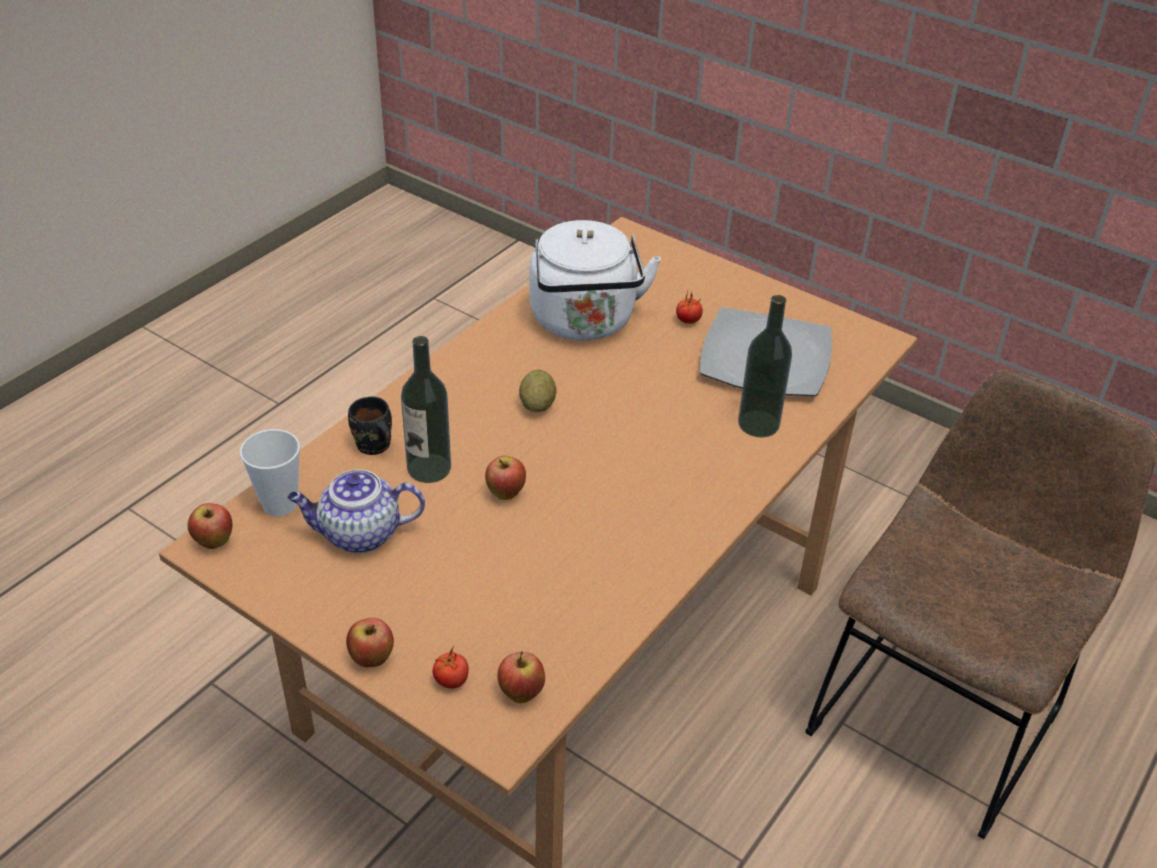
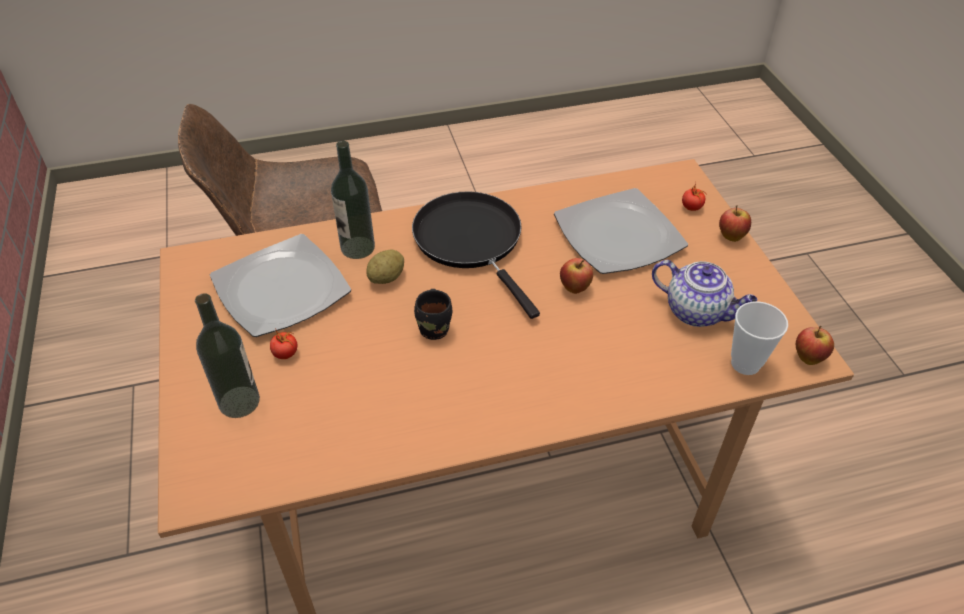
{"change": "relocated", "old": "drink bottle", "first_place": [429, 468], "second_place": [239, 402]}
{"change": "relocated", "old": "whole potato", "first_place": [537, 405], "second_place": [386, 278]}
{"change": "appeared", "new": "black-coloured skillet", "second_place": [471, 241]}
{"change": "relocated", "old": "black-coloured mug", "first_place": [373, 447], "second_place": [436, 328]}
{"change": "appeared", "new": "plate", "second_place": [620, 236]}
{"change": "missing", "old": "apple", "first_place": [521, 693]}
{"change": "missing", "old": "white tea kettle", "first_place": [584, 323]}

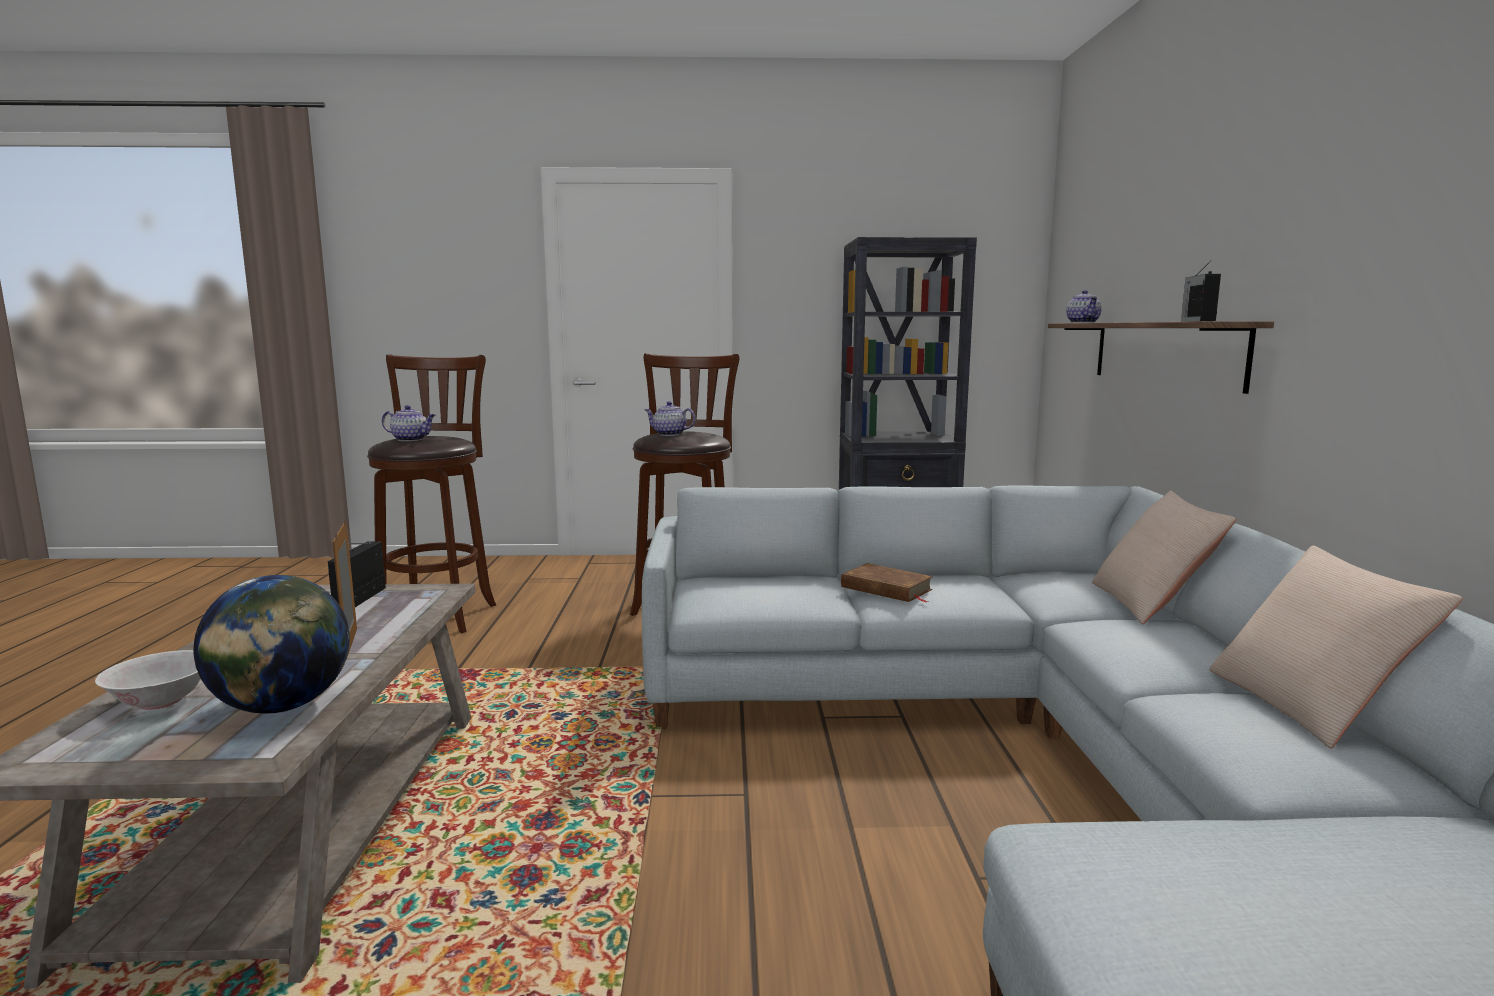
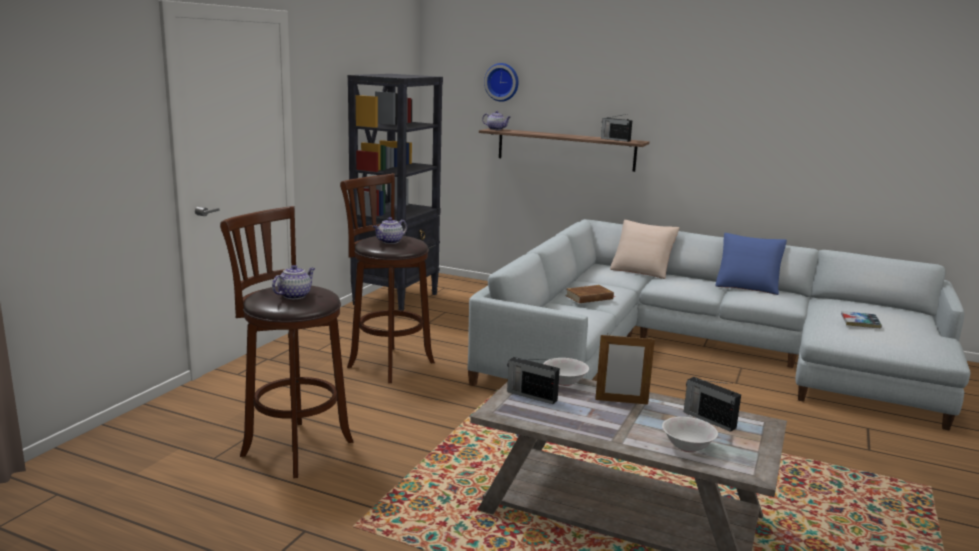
{"change": "appeared", "new": "hanging clock", "second_place": [502, 82]}
{"change": "appeared", "new": "white deep dish", "second_place": [564, 382]}
{"change": "exchanged", "old": "globe", "new": "radio receiver", "first_place": [282, 707], "second_place": [708, 419]}
{"change": "colour", "old": "beige pillow", "new": "blue pillow", "first_place": [1311, 704], "second_place": [747, 286]}
{"change": "appeared", "new": "book", "second_place": [860, 323]}

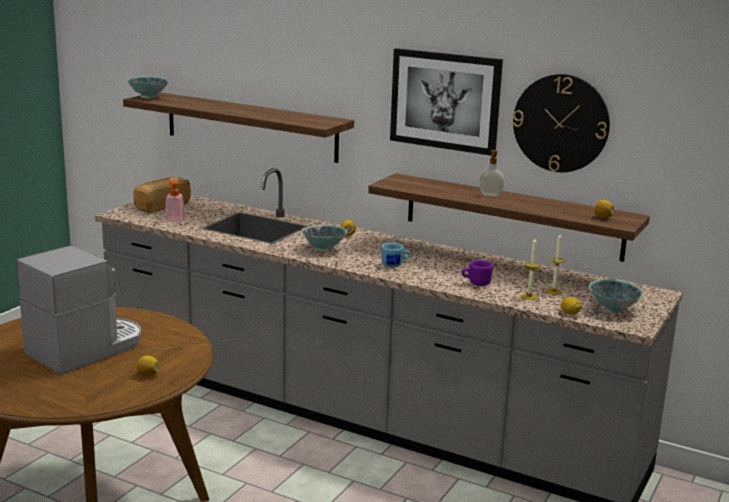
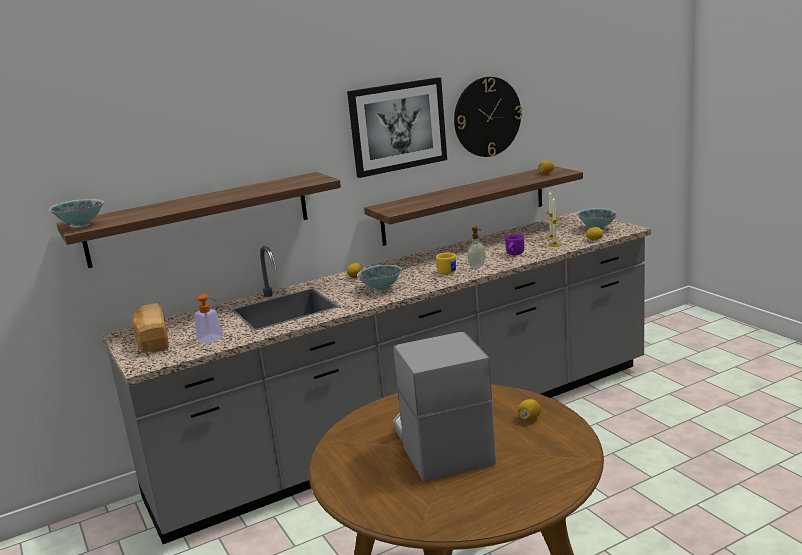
{"change": "colour", "old": "blue mug", "new": "yellow mug", "first_place": [395, 265], "second_place": [448, 271]}
{"change": "relocated", "old": "soap bottle", "first_place": [490, 195], "second_place": [477, 266]}

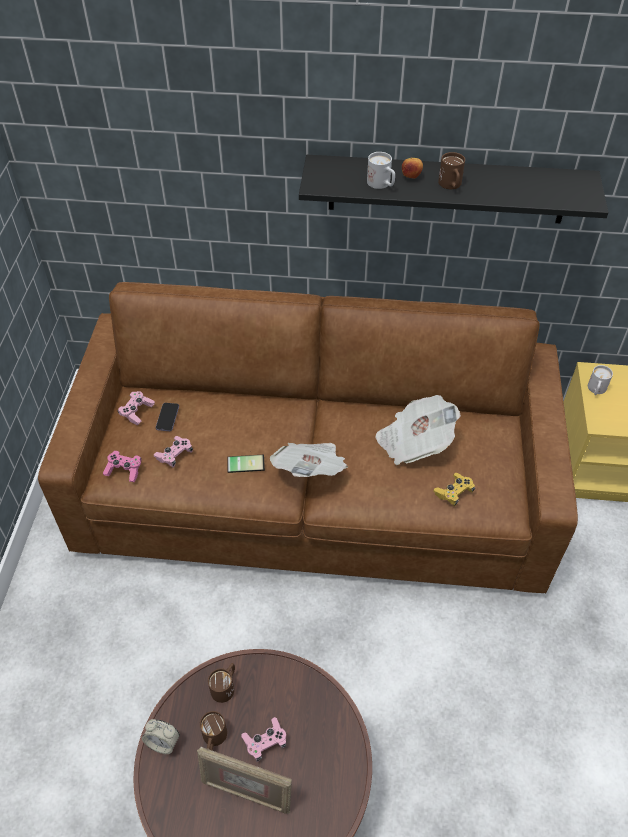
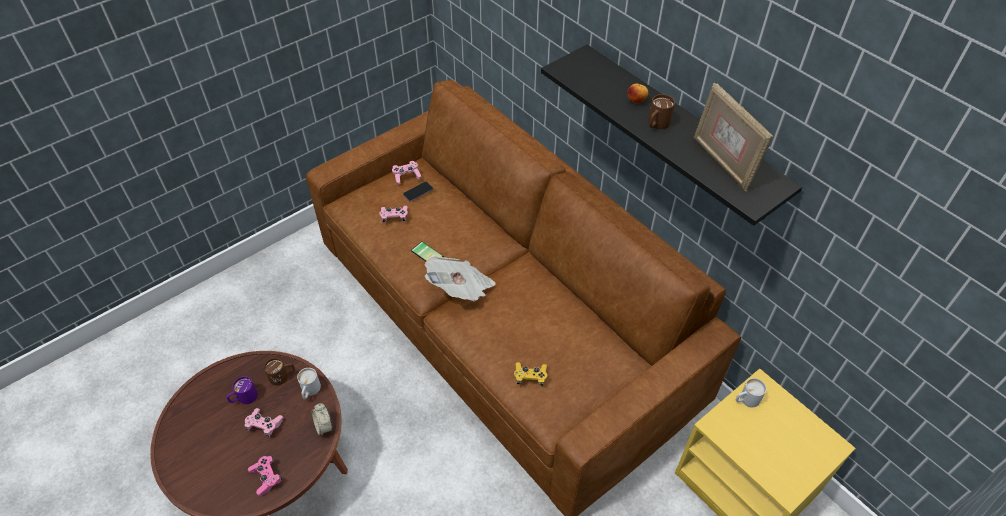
{"change": "colour", "old": "brown mug", "new": "purple-coloured mug", "first_place": [213, 739], "second_place": [244, 398]}
{"change": "relocated", "old": "pink gamepad", "first_place": [124, 470], "second_place": [266, 478]}
{"change": "relocated", "old": "white mug", "first_place": [382, 184], "second_place": [310, 391]}
{"change": "relocated", "old": "table clock", "first_place": [163, 742], "second_place": [324, 426]}
{"change": "relocated", "old": "picture frame", "first_place": [246, 792], "second_place": [722, 163]}
{"change": "missing", "old": "newspaper", "first_place": [414, 442]}

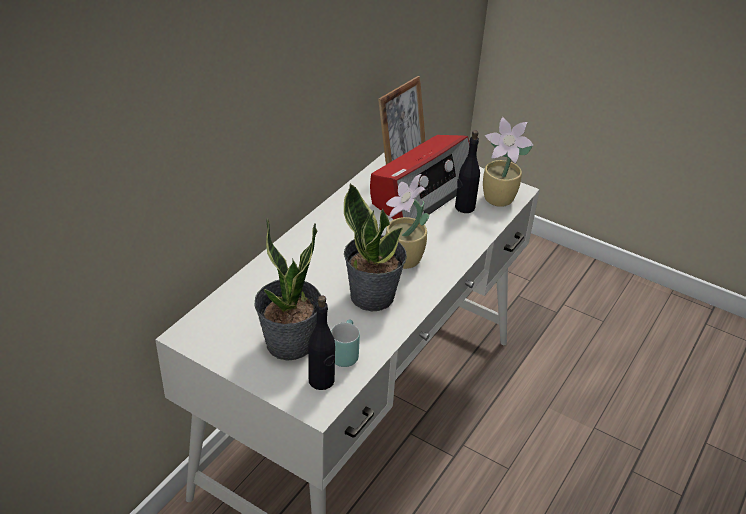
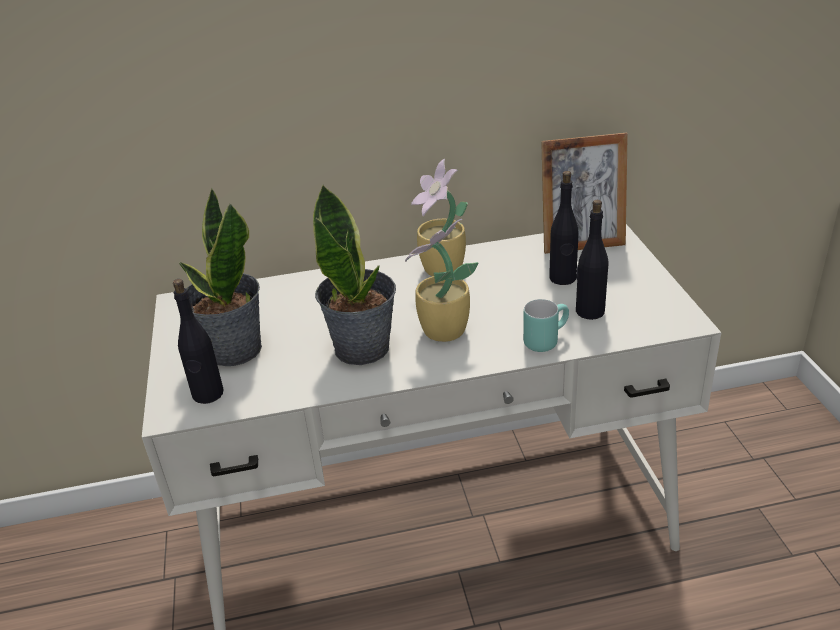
{"change": "relocated", "old": "potted plant", "first_place": [499, 200], "second_place": [442, 270]}
{"change": "relocated", "old": "turquoise mug", "first_place": [343, 353], "second_place": [544, 339]}
{"change": "exchanged", "old": "radio receiver", "new": "black-coloured drink bottle", "first_place": [422, 192], "second_place": [562, 278]}

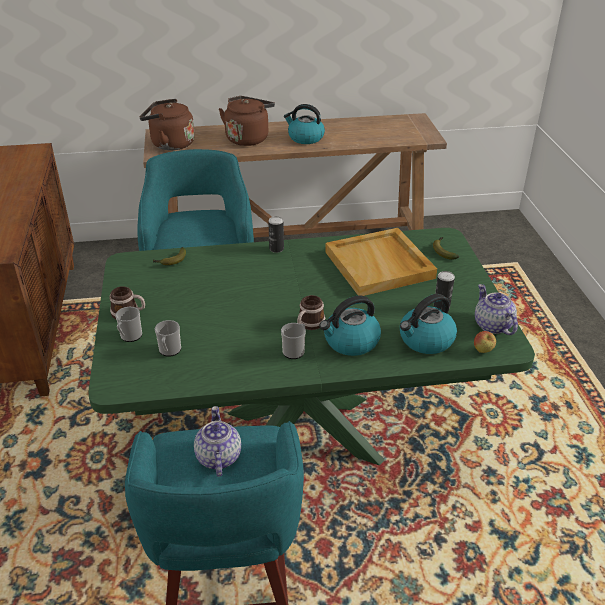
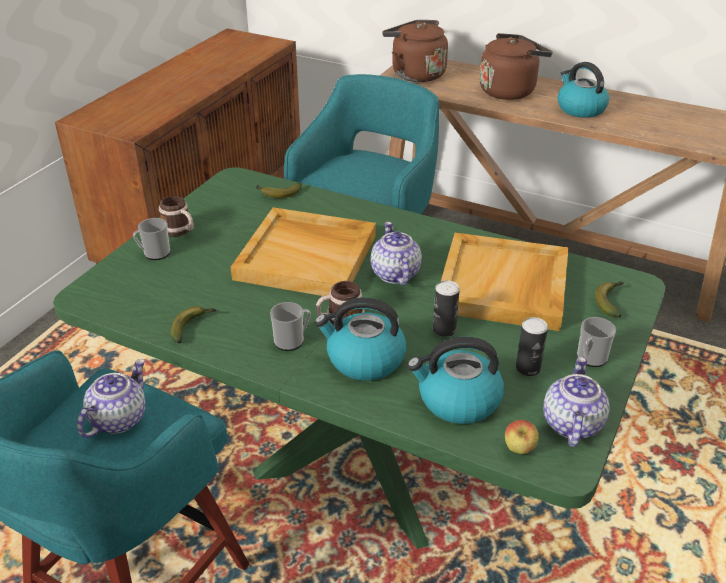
{"change": "appeared", "new": "banana fruit", "second_place": [192, 327]}
{"change": "appeared", "new": "beige serving tray", "second_place": [308, 256]}
{"change": "appeared", "new": "pot for tea", "second_place": [394, 274]}
{"change": "relocated", "old": "metal can", "first_place": [276, 249], "second_place": [444, 330]}
{"change": "relocated", "old": "mug", "first_place": [169, 351], "second_place": [590, 359]}

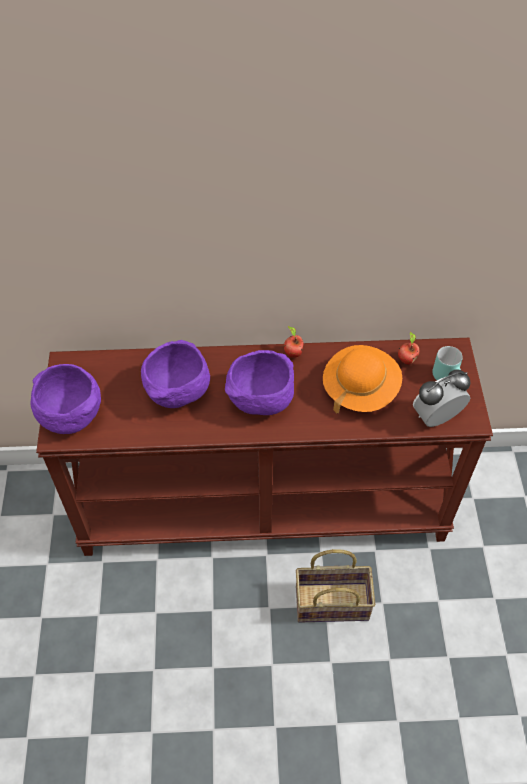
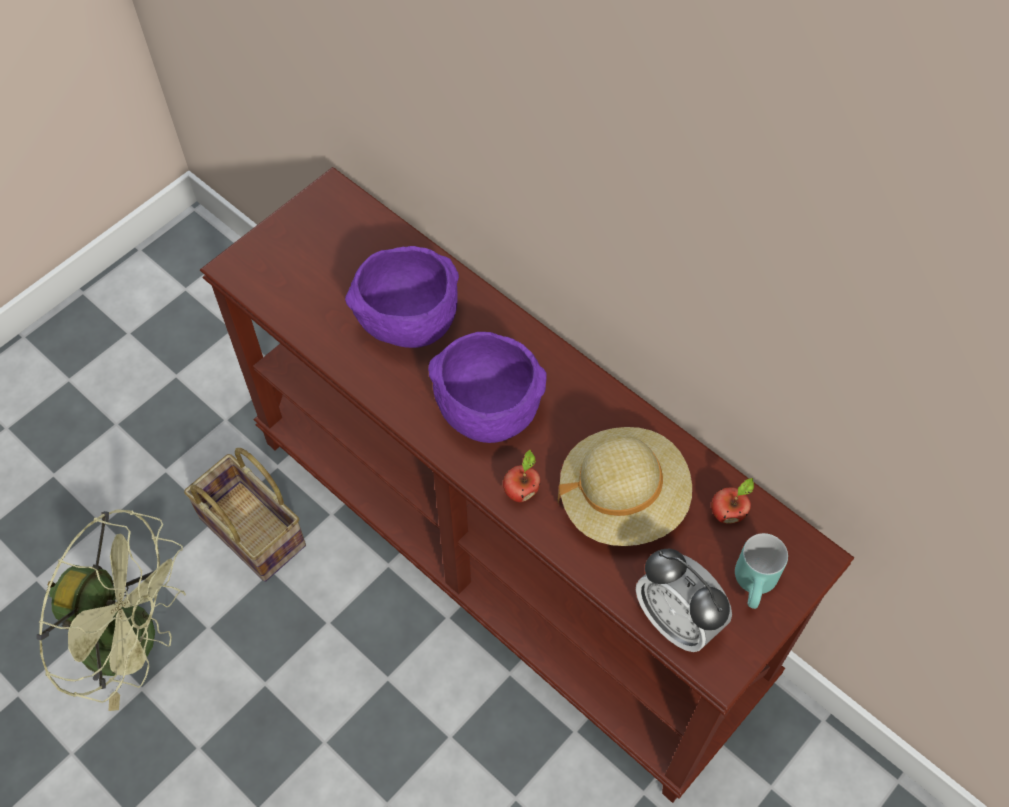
{"change": "appeared", "new": "green-coloured electric fan", "second_place": [136, 641]}
{"change": "relocated", "old": "storage basket", "first_place": [333, 601], "second_place": [256, 532]}
{"change": "relocated", "old": "apple", "first_place": [292, 353], "second_place": [521, 491]}
{"change": "colour", "old": "orange clothing hat", "new": "beige clothing hat", "first_place": [360, 389], "second_place": [622, 499]}
{"change": "spun", "old": "table clock", "first_place": [436, 417], "second_place": [677, 620], "degrees": -150}
{"change": "missing", "old": "purple-coloured deep dish", "first_place": [69, 416]}

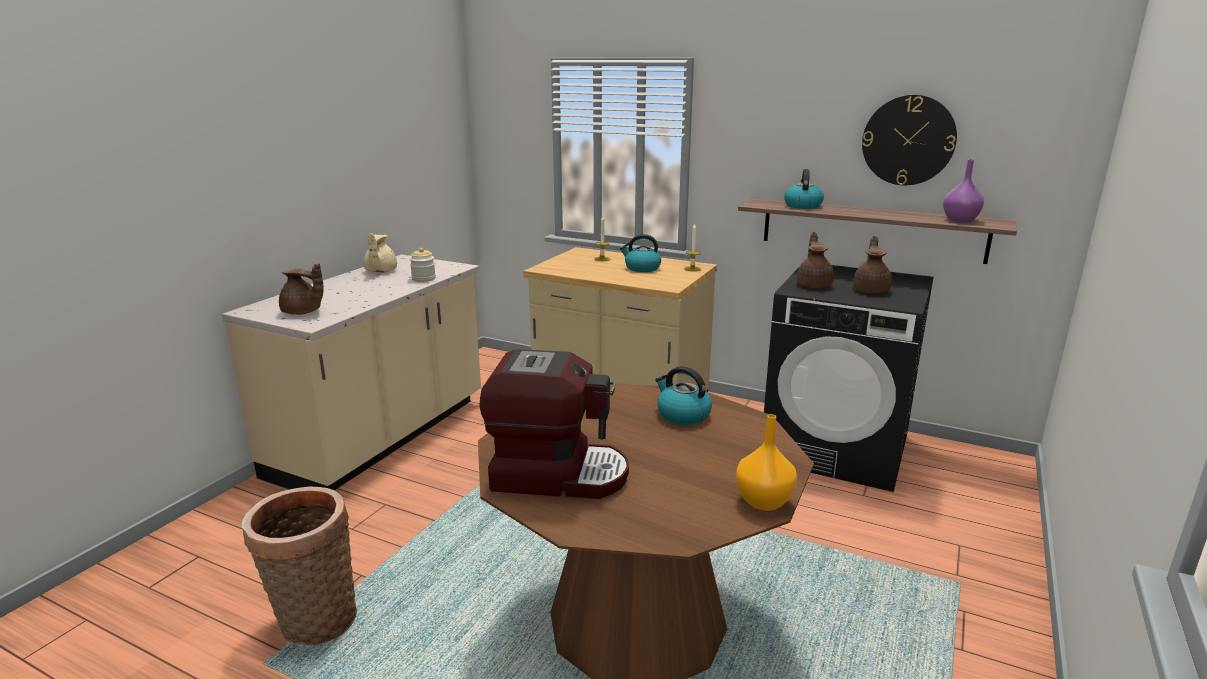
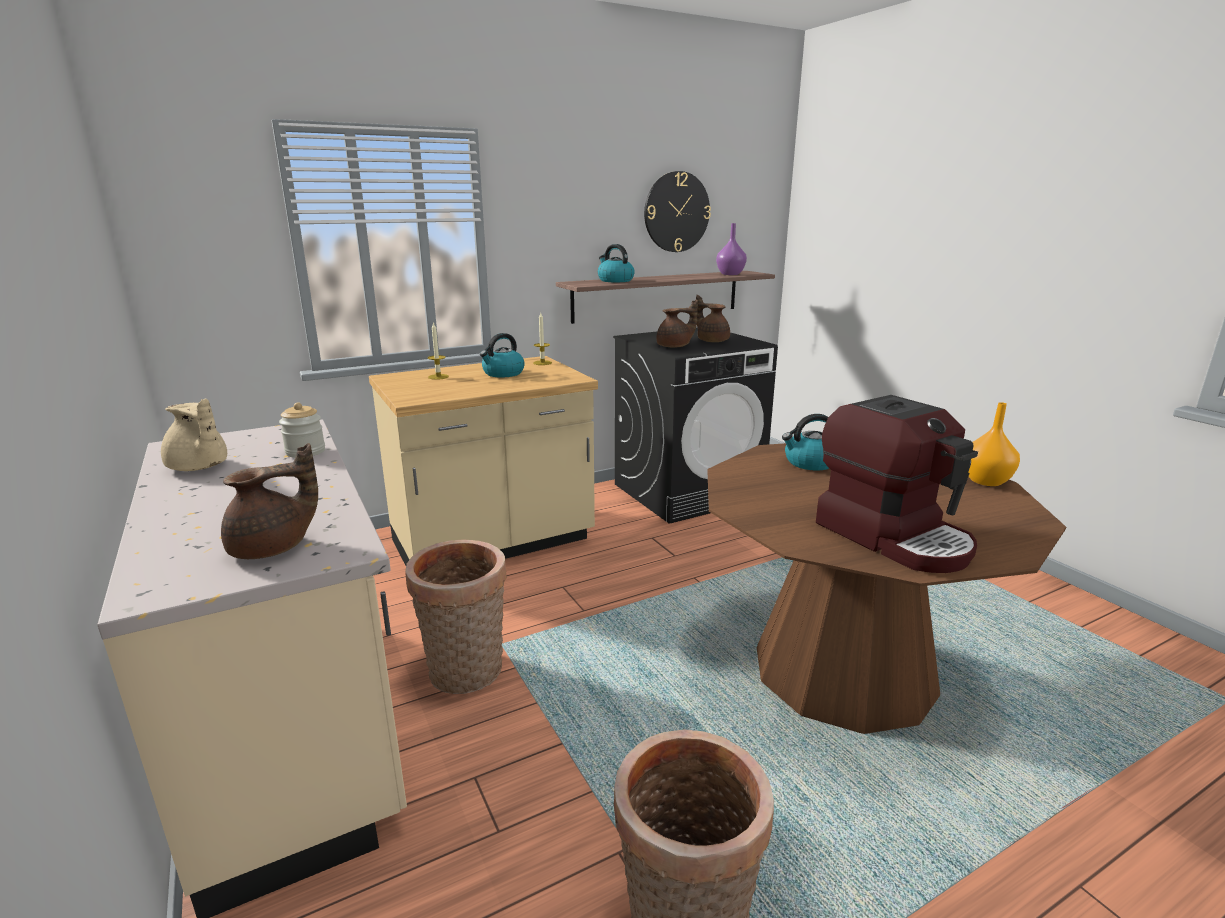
{"change": "appeared", "new": "storage basket", "second_place": [466, 674]}
{"change": "spun", "old": "brown pot for tea", "first_place": [814, 284], "second_place": [675, 346], "degrees": 120}
{"change": "spun", "old": "coffee maker", "first_place": [557, 474], "second_place": [894, 536], "degrees": 105}

